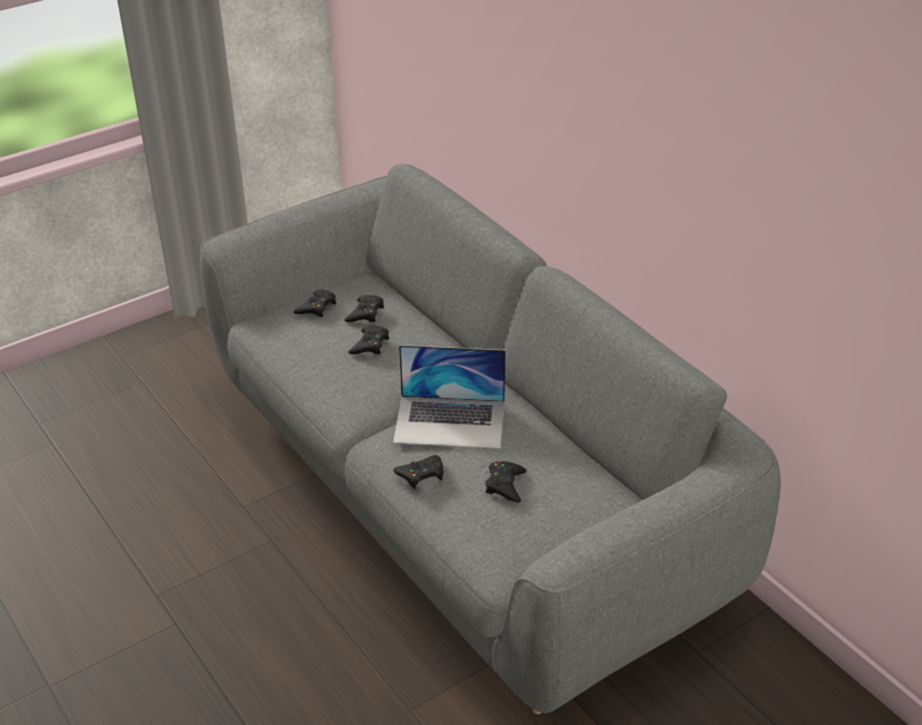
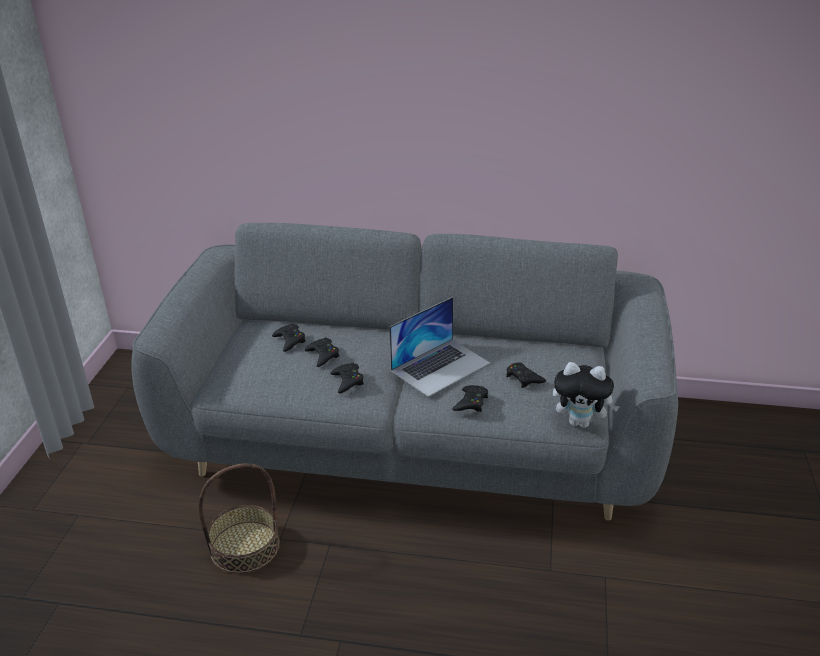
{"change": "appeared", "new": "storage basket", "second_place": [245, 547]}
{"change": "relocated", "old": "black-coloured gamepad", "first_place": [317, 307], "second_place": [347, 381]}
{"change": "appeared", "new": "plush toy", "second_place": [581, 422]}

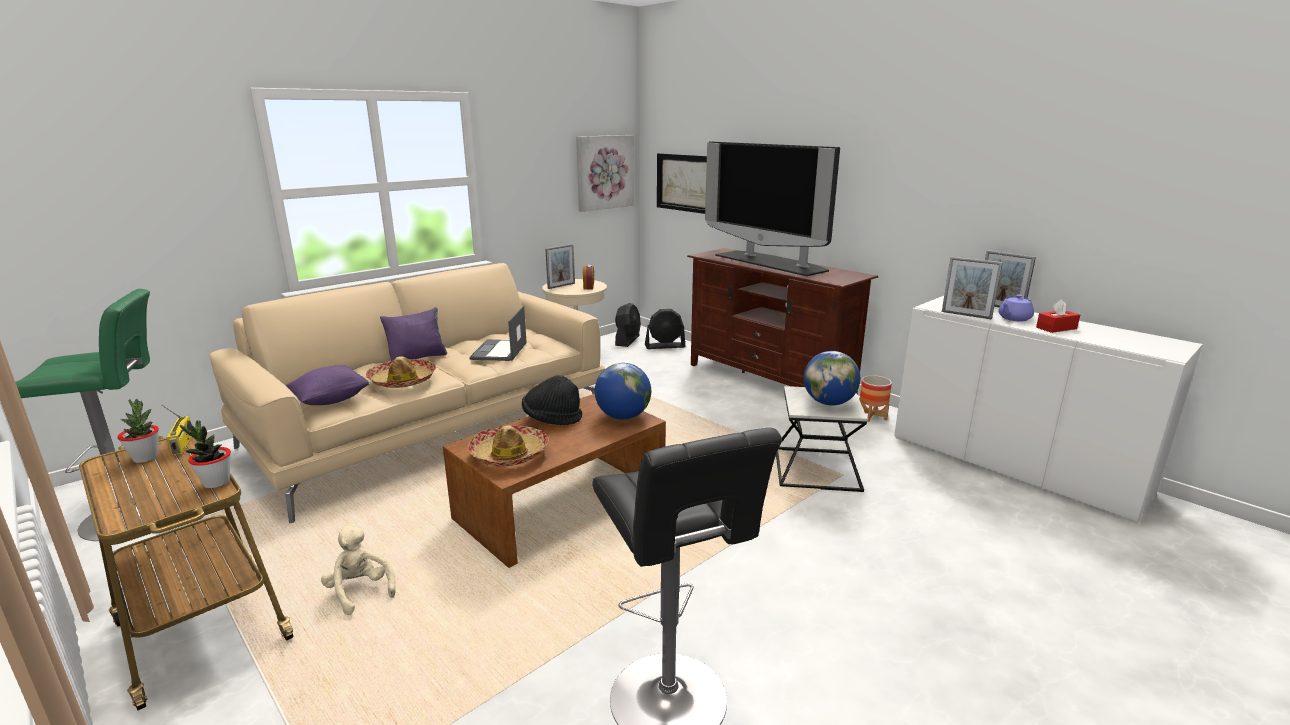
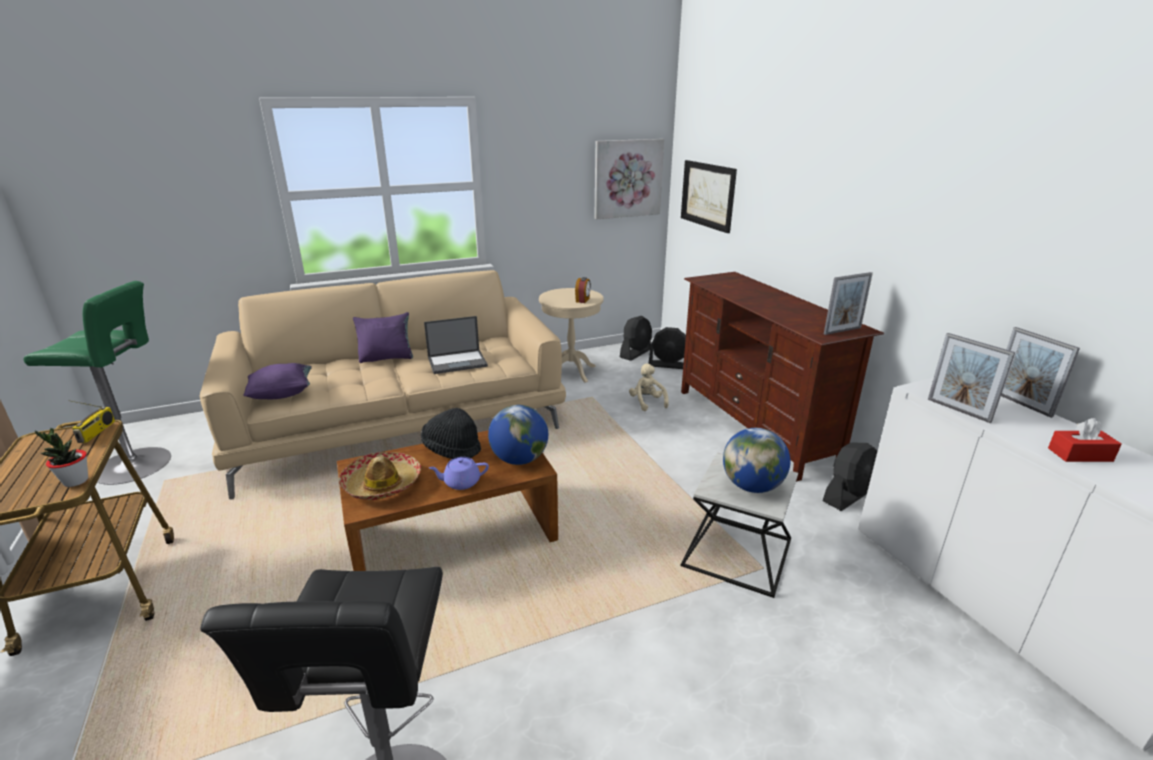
{"change": "spun", "old": "laptop", "first_place": [499, 351], "second_place": [458, 362], "degrees": -135}
{"change": "relocated", "old": "purple-coloured pot for tea", "first_place": [1013, 318], "second_place": [461, 482]}
{"change": "relocated", "old": "beige plush toy", "first_place": [360, 591], "second_place": [647, 402]}
{"change": "exchanged", "old": "flower pot", "new": "black-coloured electric fan", "first_place": [872, 416], "second_place": [848, 495]}
{"change": "relocated", "old": "picture frame", "first_place": [561, 286], "second_place": [842, 331]}
{"change": "missing", "old": "potted plant", "first_place": [146, 458]}
{"change": "missing", "old": "clothing hat", "first_place": [402, 380]}
{"change": "missing", "old": "TV", "first_place": [771, 262]}

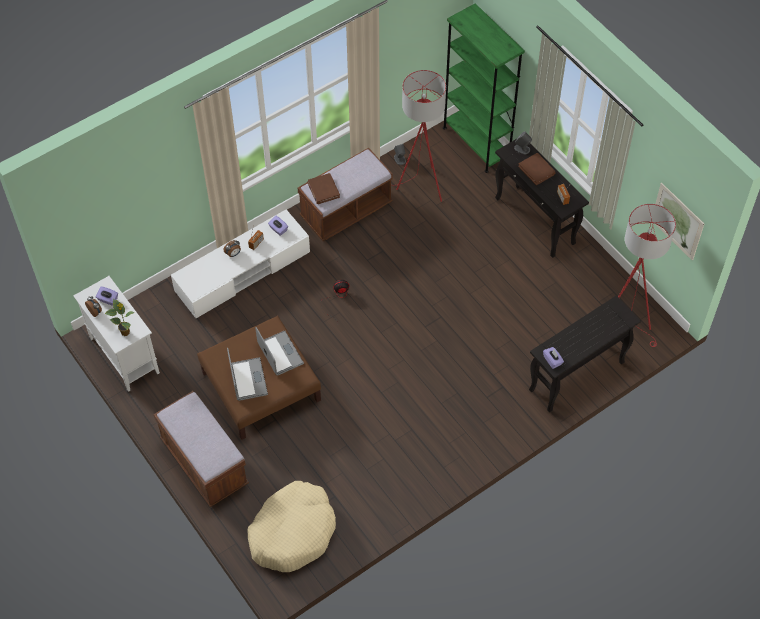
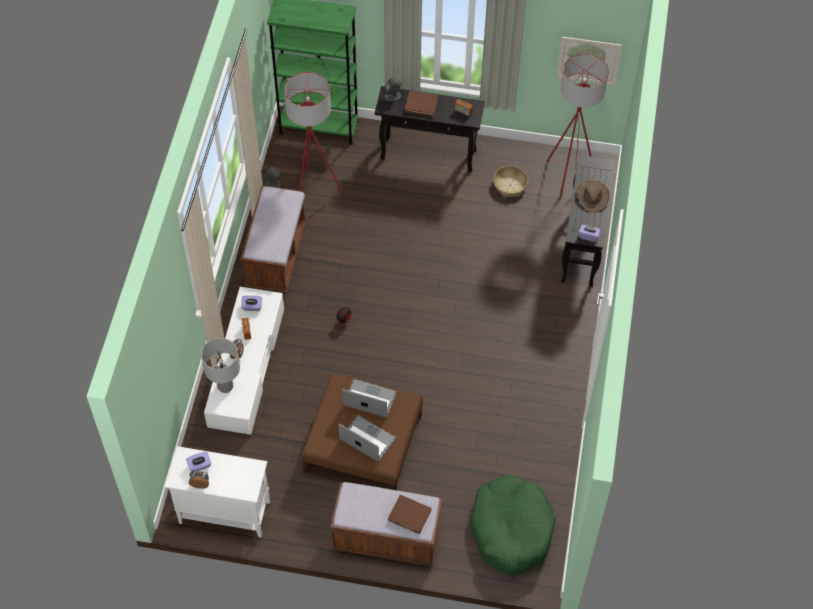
{"change": "appeared", "new": "grey tabletop lamp", "second_place": [225, 386]}
{"change": "relocated", "old": "brown book", "first_place": [323, 190], "second_place": [409, 515]}
{"change": "colour", "old": "beige dog bed", "new": "green-coloured dog bed", "first_place": [292, 532], "second_place": [511, 529]}
{"change": "appeared", "new": "storage basket", "second_place": [510, 185]}
{"change": "appeared", "new": "brown clothing hat", "second_place": [592, 196]}
{"change": "missing", "old": "potted plant", "first_place": [126, 332]}

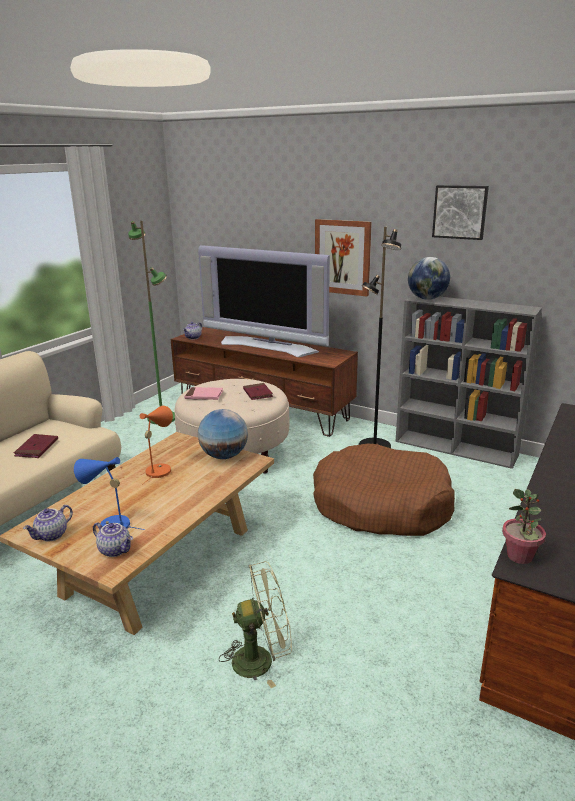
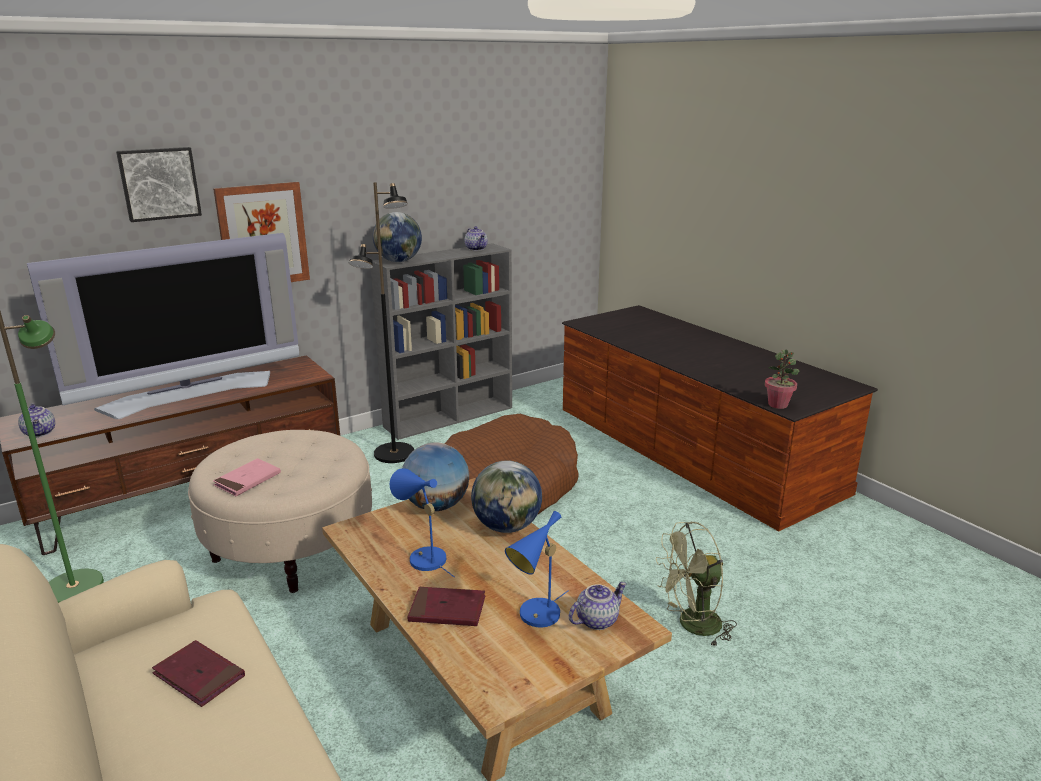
{"change": "relocated", "old": "wall picture", "first_place": [460, 212], "second_place": [159, 183]}
{"change": "colour", "old": "orange tabletop lamp", "new": "blue tabletop lamp", "first_place": [159, 469], "second_place": [423, 558]}
{"change": "relocated", "old": "red book", "first_place": [257, 393], "second_place": [447, 610]}
{"change": "relocated", "old": "pot for tea", "first_place": [52, 535], "second_place": [476, 249]}
{"change": "appeared", "new": "globe", "second_place": [507, 527]}
{"change": "spun", "old": "green-coloured electric fan", "first_place": [261, 659], "second_place": [692, 626], "degrees": -120}

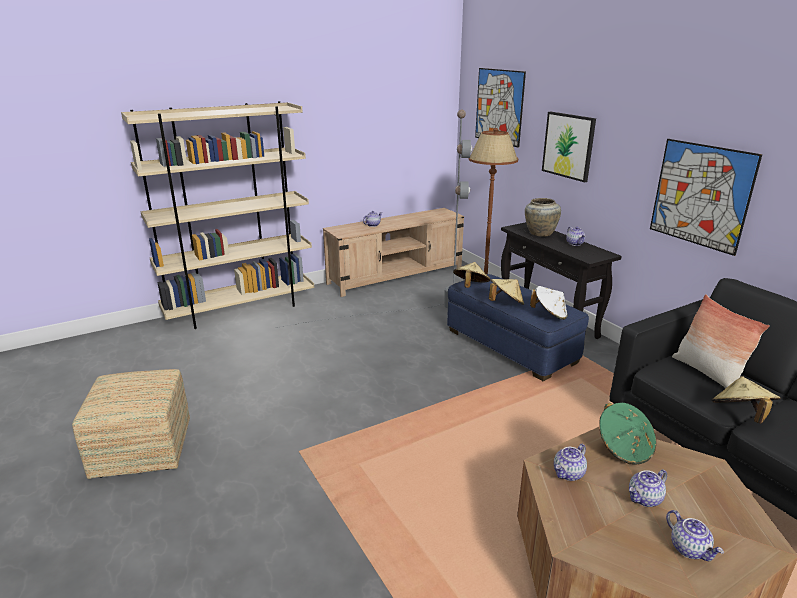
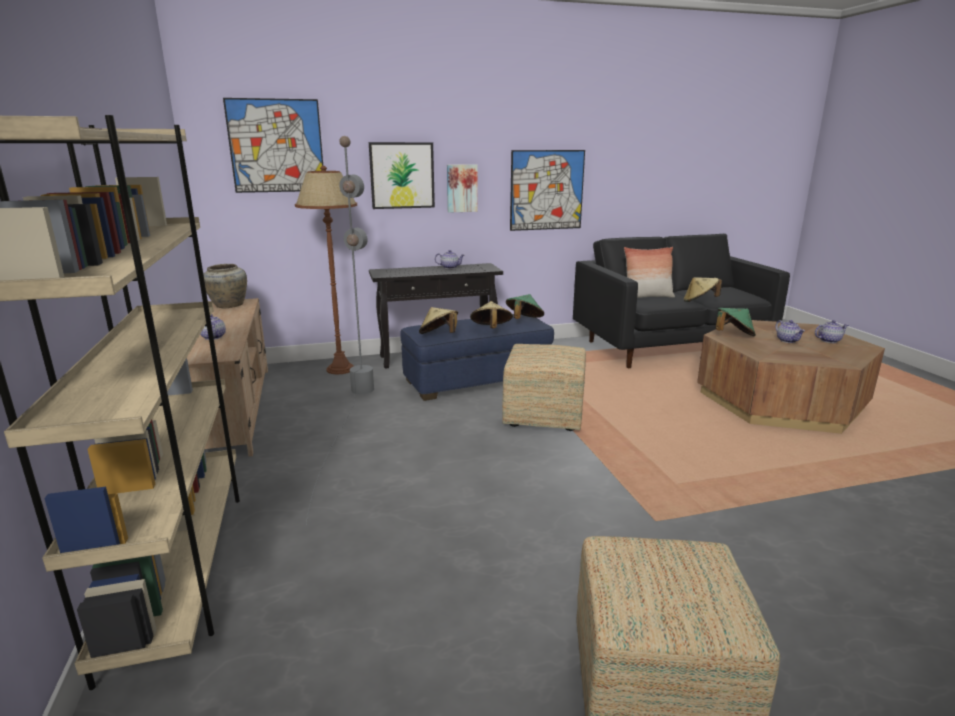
{"change": "relocated", "old": "beige decorative vase", "first_place": [539, 233], "second_place": [228, 305]}
{"change": "appeared", "new": "wall picture", "second_place": [461, 188]}
{"change": "appeared", "new": "footrest", "second_place": [544, 416]}
{"change": "colour", "old": "white clothing hat", "new": "green-coloured clothing hat", "first_place": [549, 314], "second_place": [524, 320]}
{"change": "missing", "old": "pot for tea", "first_place": [568, 474]}

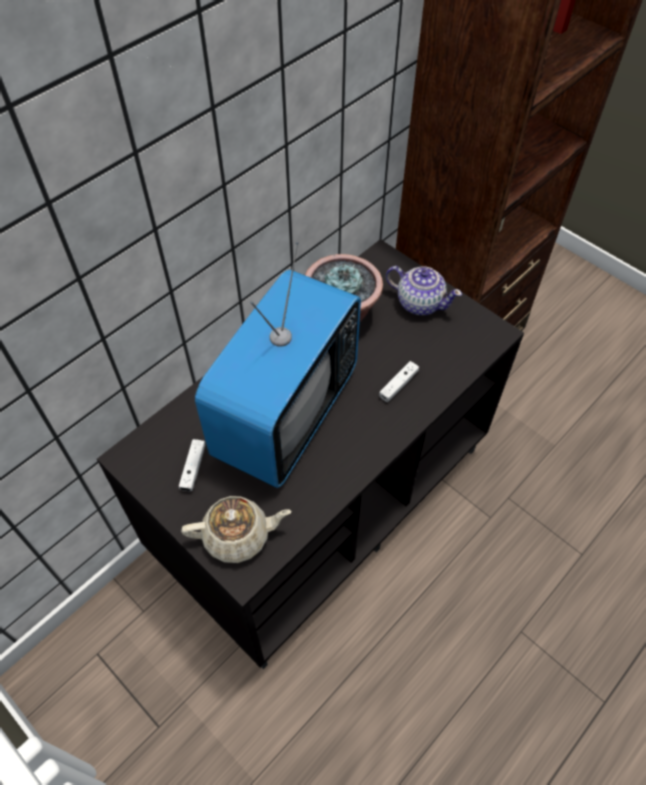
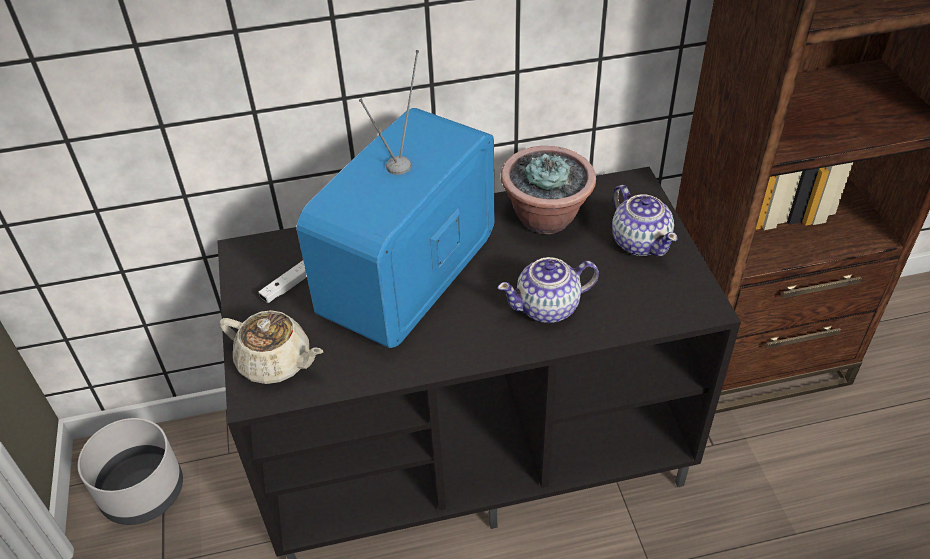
{"change": "appeared", "new": "grey flower pot", "second_place": [141, 492]}
{"change": "spun", "old": "TV", "first_place": [285, 414], "second_place": [411, 281], "degrees": 150}
{"change": "exchanged", "old": "white gamepad", "new": "pot for tea", "first_place": [398, 385], "second_place": [548, 307]}

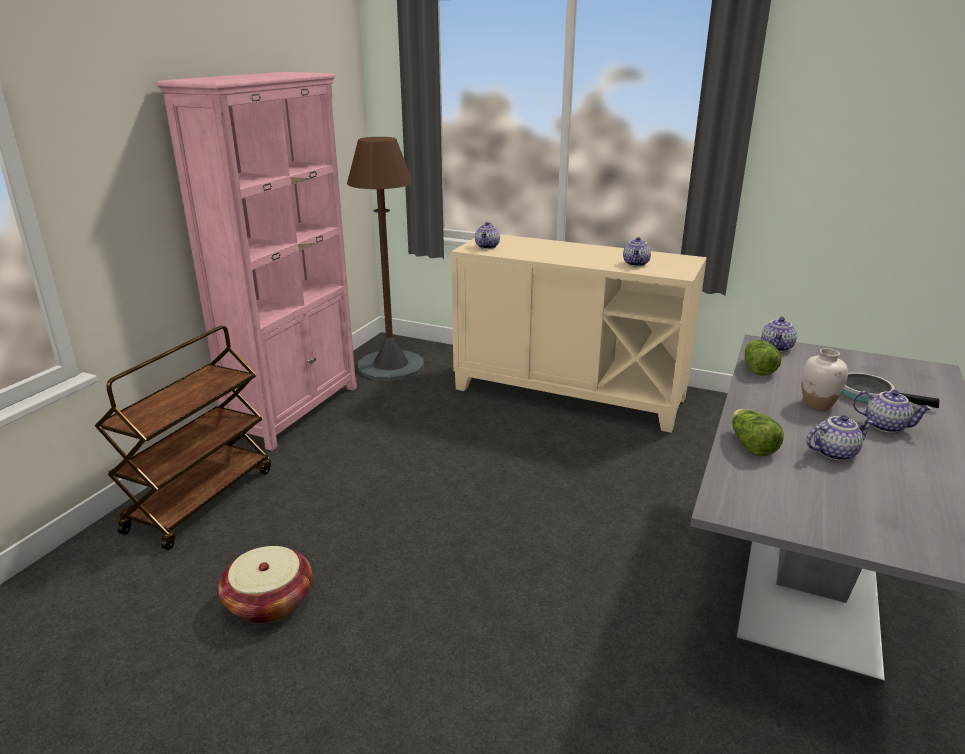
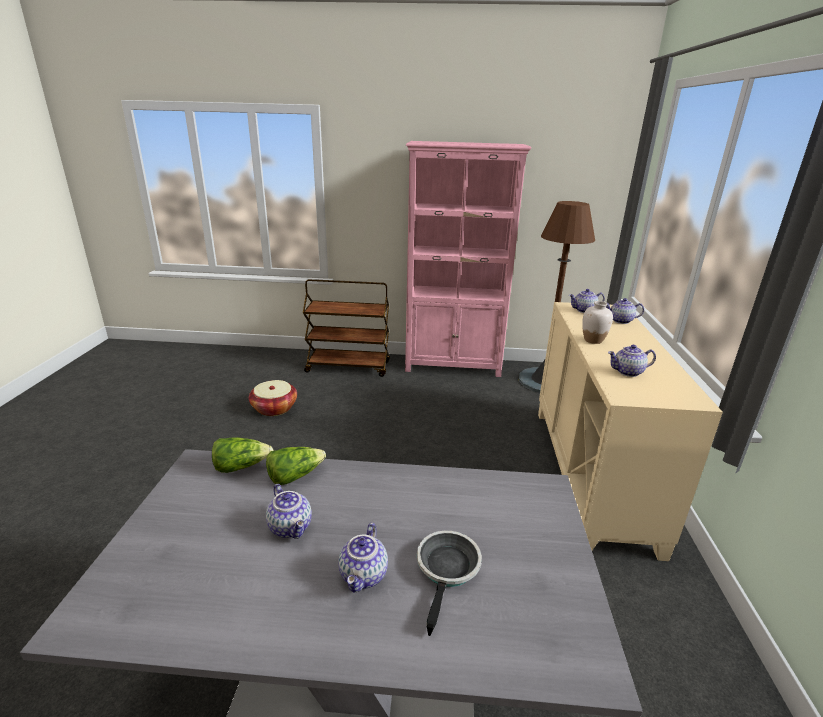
{"change": "relocated", "old": "lettuce", "first_place": [757, 368], "second_place": [241, 466]}
{"change": "relocated", "old": "white decorative vase", "first_place": [818, 404], "second_place": [593, 340]}
{"change": "relocated", "old": "pot for tea", "first_place": [777, 348], "second_place": [620, 321]}

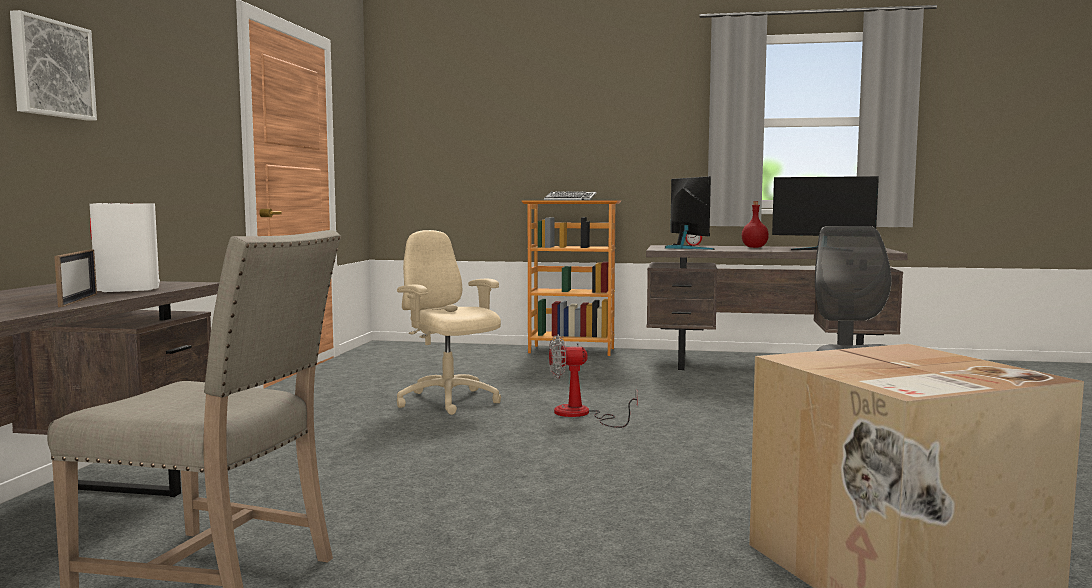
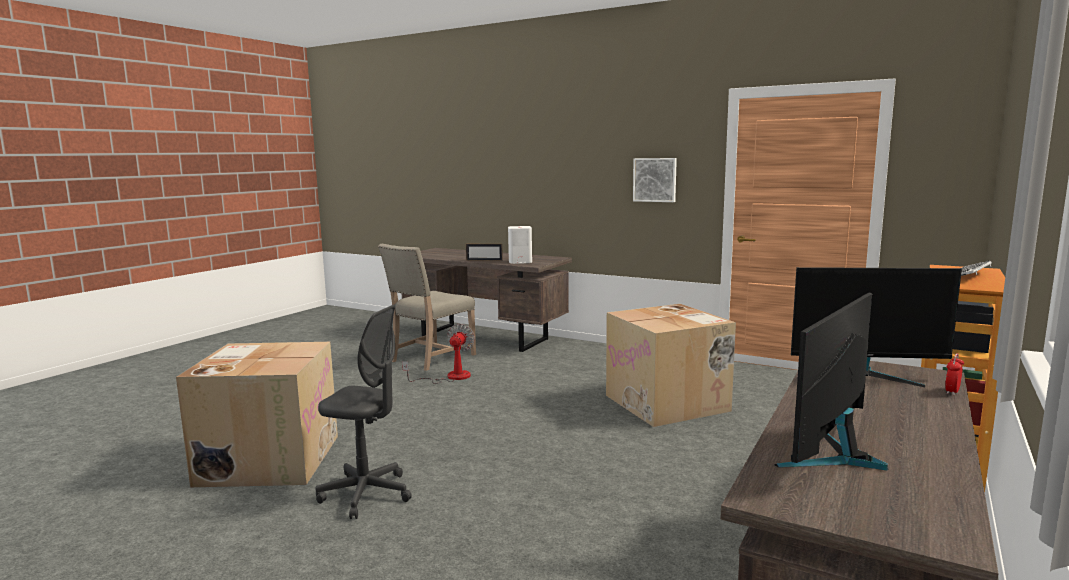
{"change": "relocated", "old": "electric fan", "first_place": [581, 415], "second_place": [450, 377]}
{"change": "exchanged", "old": "beige office chair", "new": "packing box", "first_place": [448, 401], "second_place": [668, 403]}
{"change": "relocated", "old": "wall picture", "first_place": [51, 69], "second_place": [655, 179]}
{"change": "missing", "old": "red drink bottle", "first_place": [754, 247]}

